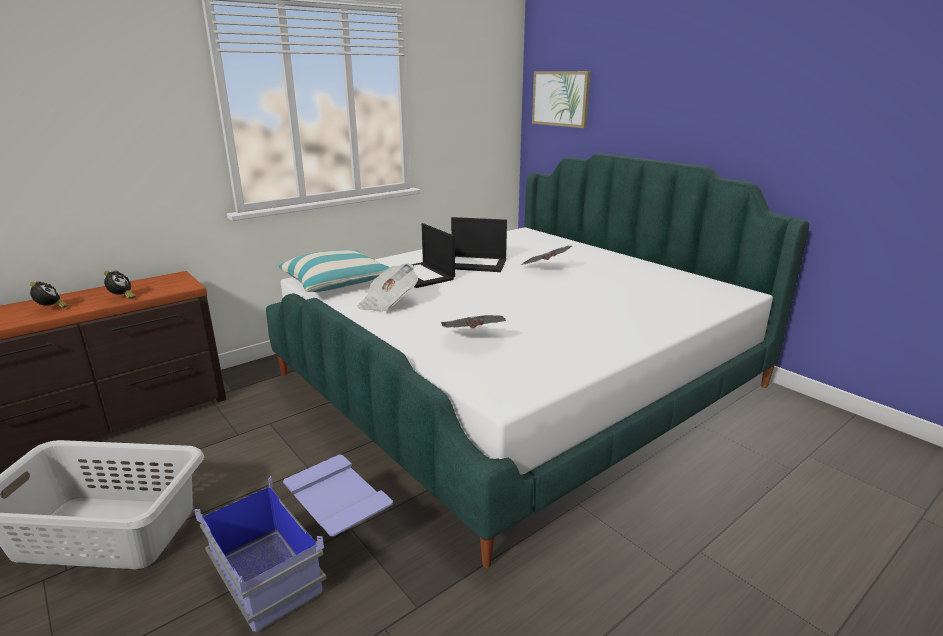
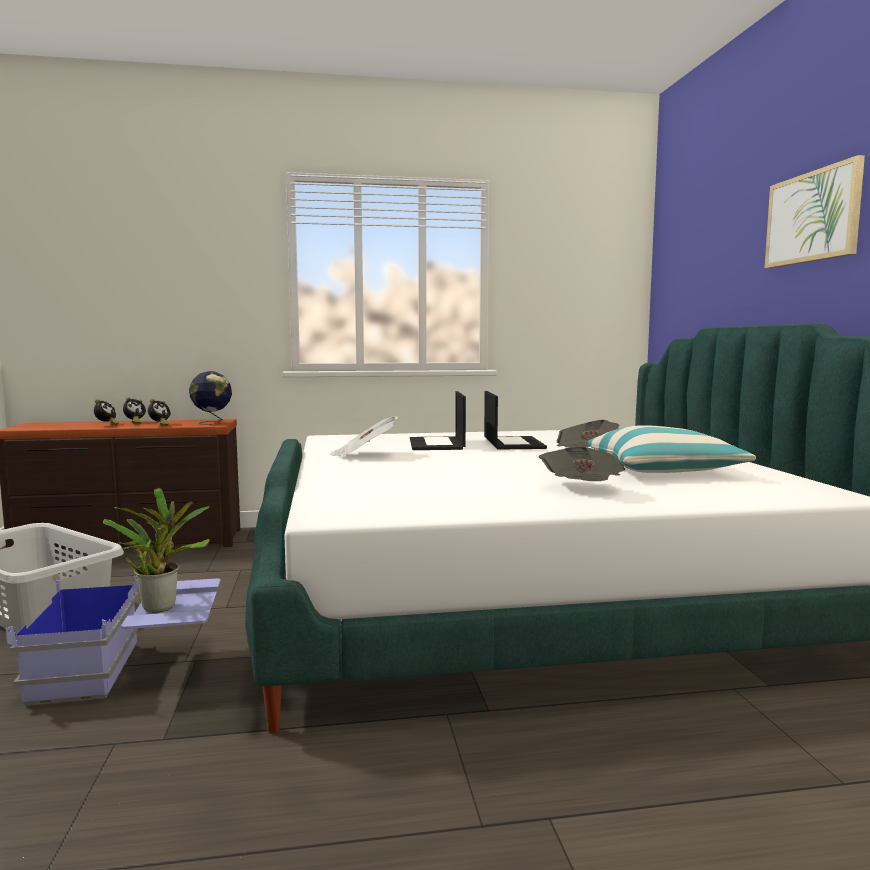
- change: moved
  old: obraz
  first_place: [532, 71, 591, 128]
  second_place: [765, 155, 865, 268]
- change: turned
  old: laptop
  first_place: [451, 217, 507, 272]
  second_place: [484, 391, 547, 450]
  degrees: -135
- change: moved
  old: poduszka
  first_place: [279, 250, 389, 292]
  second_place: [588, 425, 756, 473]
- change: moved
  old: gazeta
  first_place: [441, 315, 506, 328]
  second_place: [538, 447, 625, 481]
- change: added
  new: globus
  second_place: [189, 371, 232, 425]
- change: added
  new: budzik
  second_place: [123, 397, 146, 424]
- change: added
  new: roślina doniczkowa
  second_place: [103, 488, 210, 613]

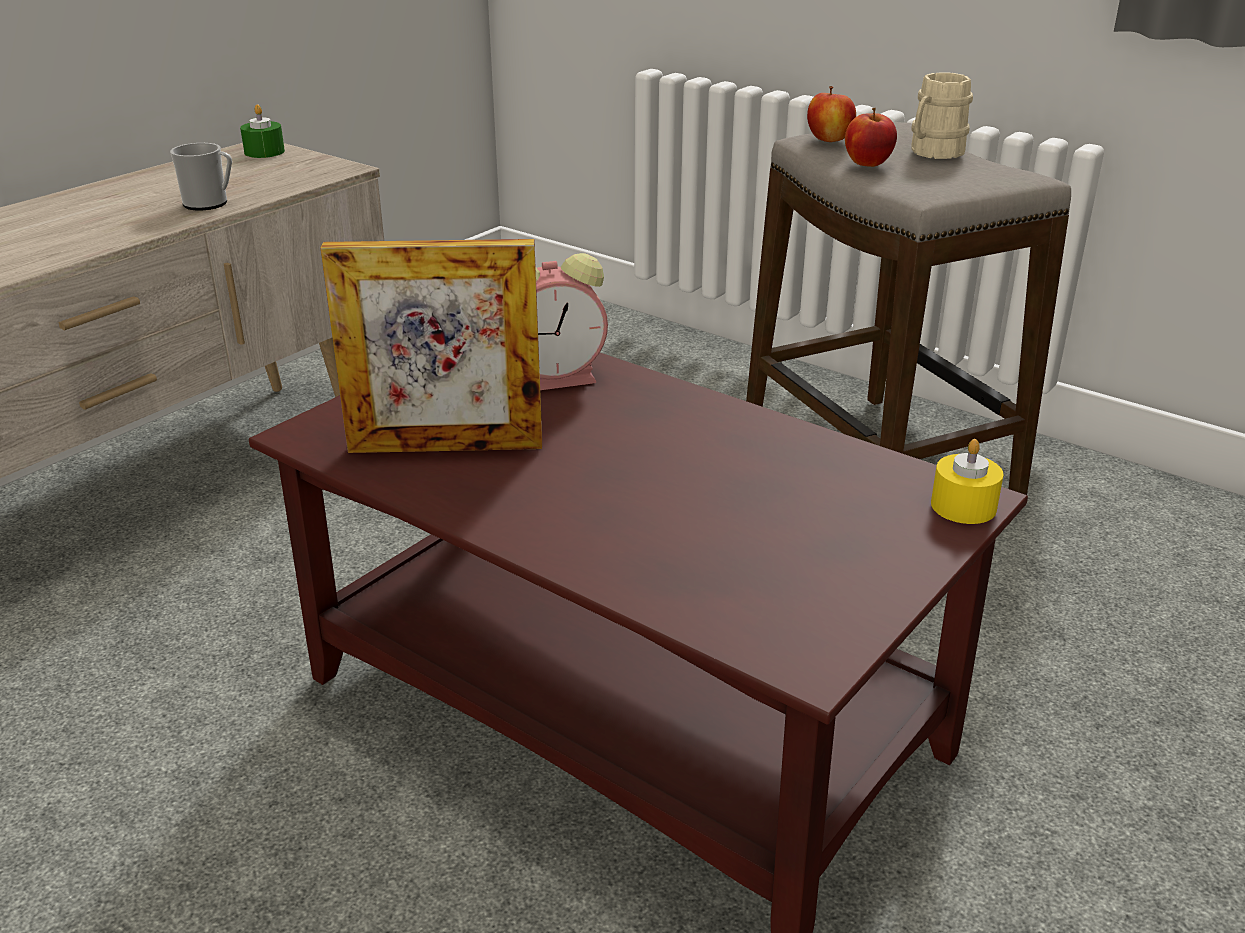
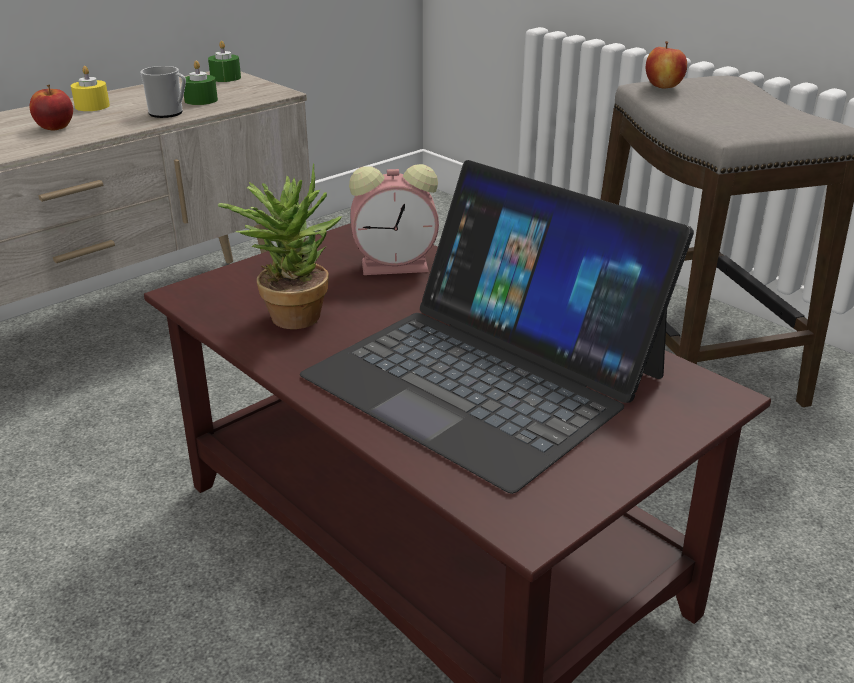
- change: removed
  old: kubek/beżowy
  first_place: [911, 72, 973, 159]
- change: moved
  old: jabłko
  first_place: [845, 108, 897, 167]
  second_place: [30, 84, 73, 131]
- change: replaced
  old: ramka na zdjęcie
  new: roślina doniczkowa
  first_place: [321, 239, 542, 453]
  second_place: [217, 164, 342, 329]
- change: moved
  old: świeca/żółty
  first_place: [931, 439, 1004, 524]
  second_place: [71, 66, 110, 111]
- change: added
  new: świeca/zielony
  second_place: [184, 61, 218, 105]
- change: added
  new: laptop
  second_place: [300, 160, 694, 494]

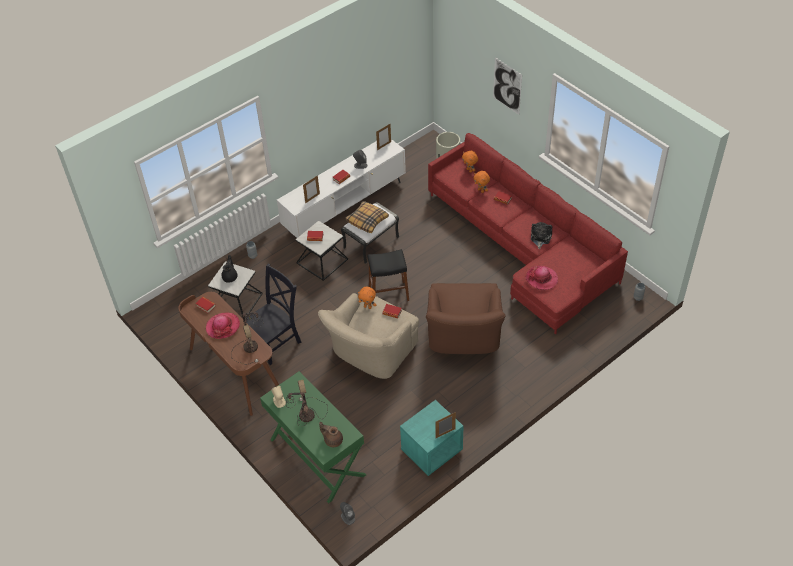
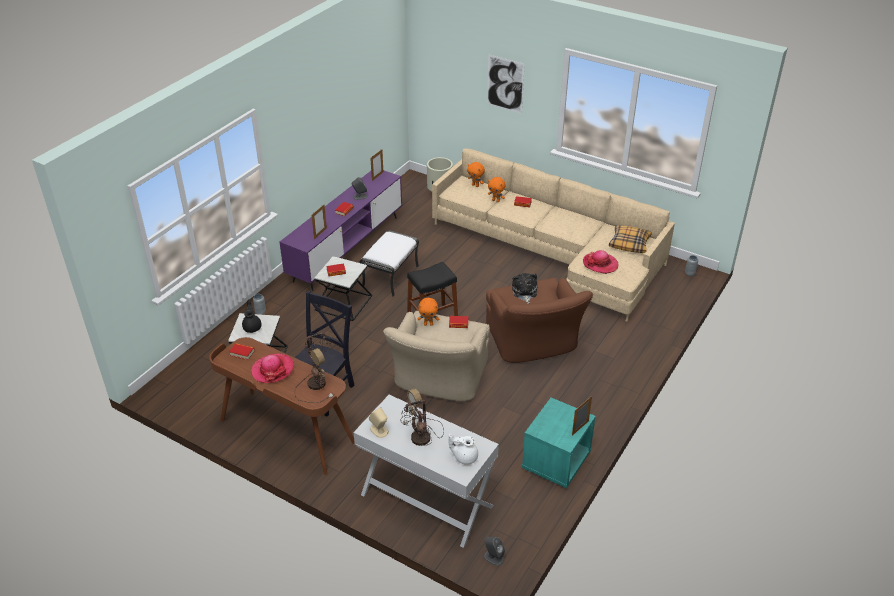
- change: recoloured
  old: kanapa/czerwony
  new: kanapa/beżowy
  first_place: [428, 133, 628, 334]
  second_place: [432, 148, 675, 322]
- change: recoloured
  old: szafka pod telewizor/biały
  new: szafka pod telewizor/fioletowy
  first_place: [277, 139, 406, 238]
  second_place: [279, 170, 402, 291]
- change: moved
  old: poduszka
  first_place: [346, 201, 389, 233]
  second_place: [609, 225, 652, 253]
- change: moved
  old: pluszak
  first_place: [531, 222, 552, 249]
  second_place: [512, 273, 537, 304]
- change: recoloured
  old: stolik konsolowy/zielony
  new: stolik konsolowy/biały
  first_place: [260, 371, 366, 503]
  second_place: [354, 395, 499, 548]
- change: recoloured
  old: imbryk/brązowy
  new: imbryk/biały
  first_place: [319, 422, 343, 447]
  second_place: [449, 434, 478, 465]

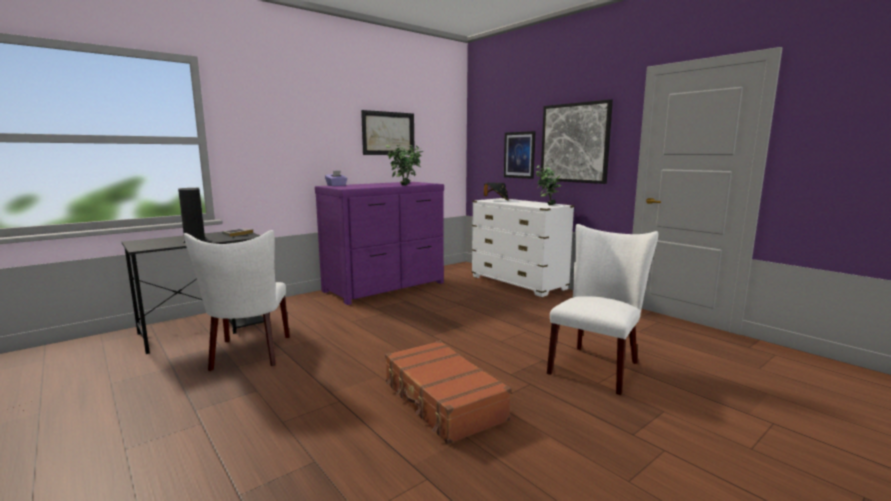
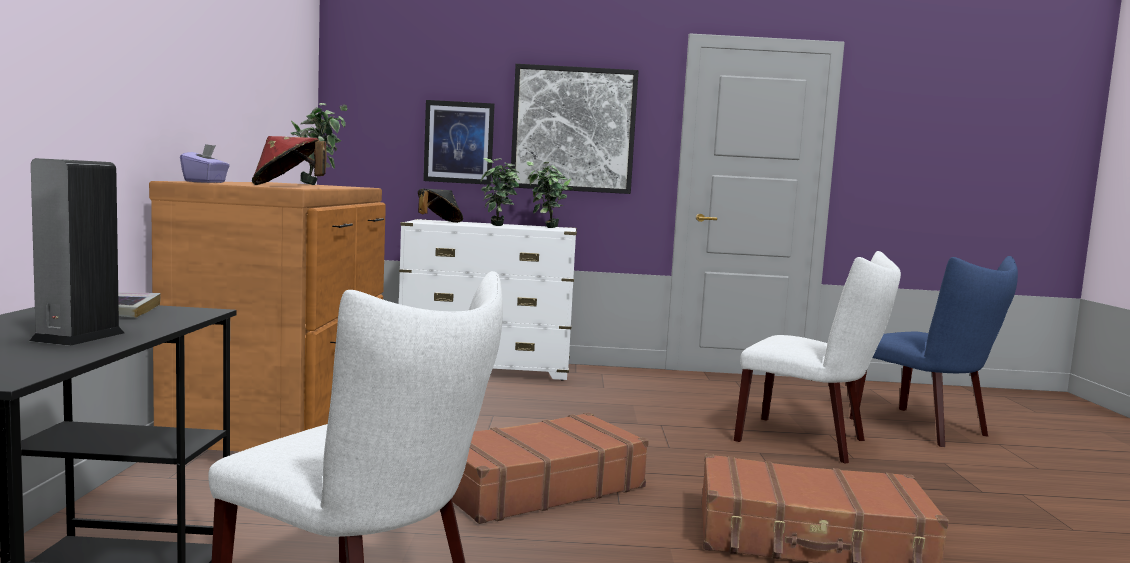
- change: removed
  old: obraz
  first_place: [361, 110, 415, 155]
- change: moved
  old: roślina doniczkowa
  first_place: [386, 145, 416, 186]
  second_place: [480, 158, 520, 226]
- change: recoloured
  old: komoda/fioletowy
  new: komoda/brązowy
  first_place: [315, 182, 444, 305]
  second_place: [149, 181, 386, 452]
- change: turned
  old: krzesło/biały
  first_place: [547, 224, 658, 395]
  second_place: [734, 251, 901, 464]
  degrees: 135
- change: added
  new: kapelusz/czerwony
  second_place: [252, 136, 326, 185]
- change: added
  new: krzesło/niebieski
  second_place: [849, 256, 1018, 447]
- change: added
  new: walizka/brązowy
  second_place: [452, 413, 649, 524]

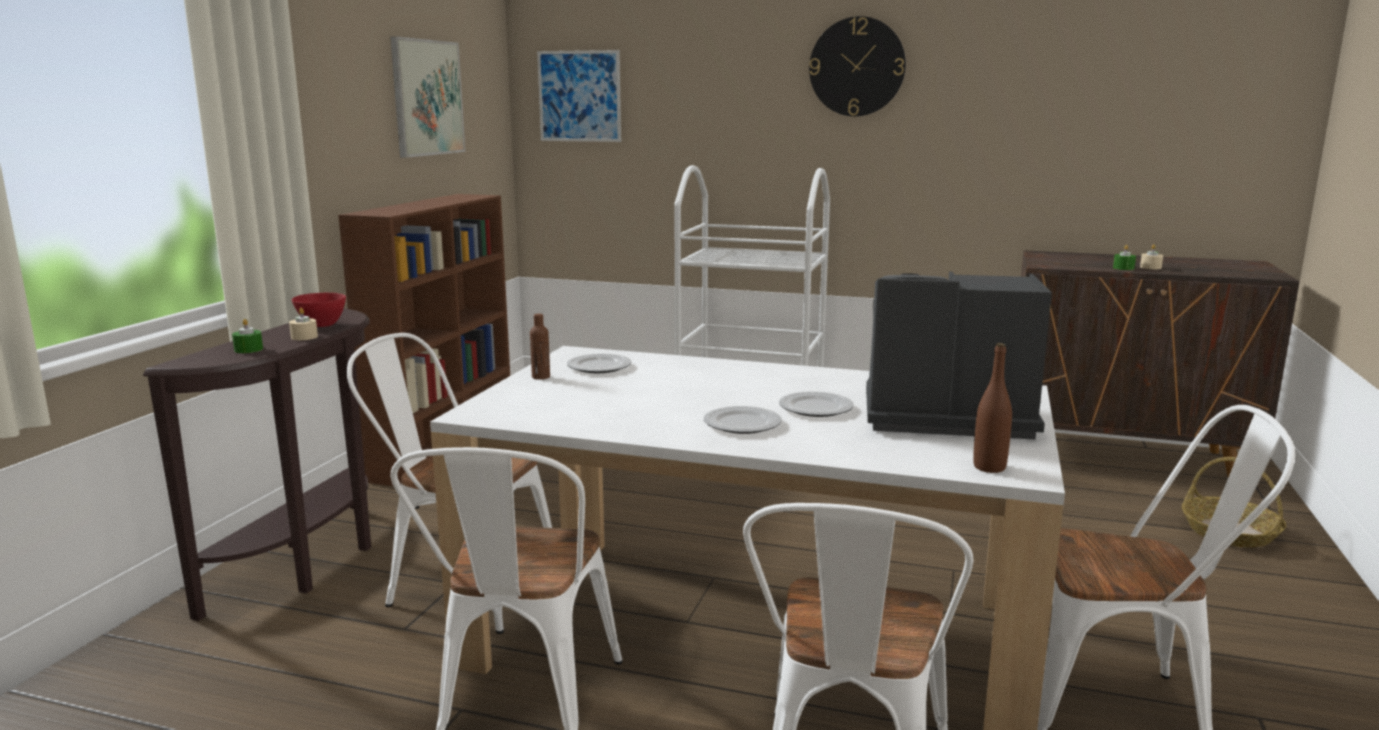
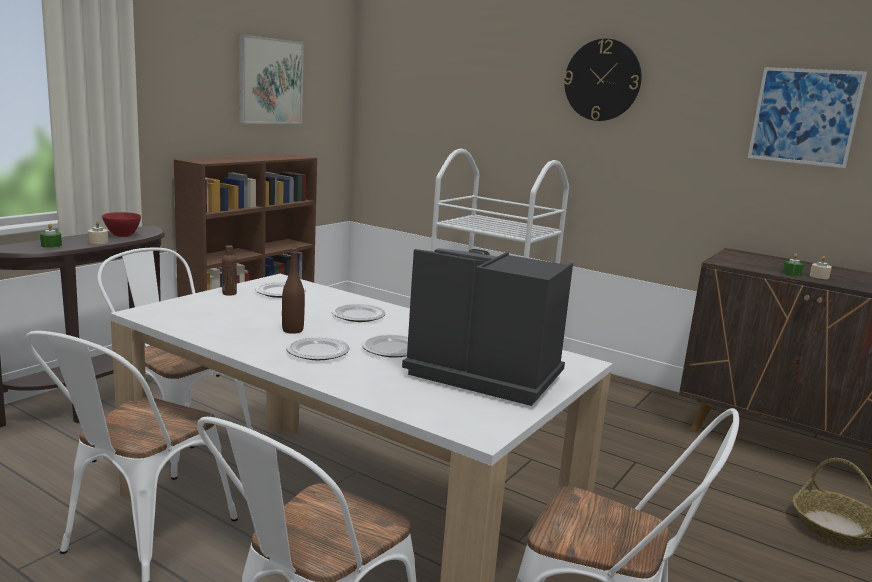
- change: moved
  old: obraz
  first_place: [537, 50, 621, 142]
  second_place: [748, 67, 867, 168]
- change: moved
  old: butelka/brązowy
  first_place: [973, 343, 1012, 473]
  second_place: [282, 248, 305, 334]
- change: added
  new: talerz
  second_place: [332, 304, 386, 322]

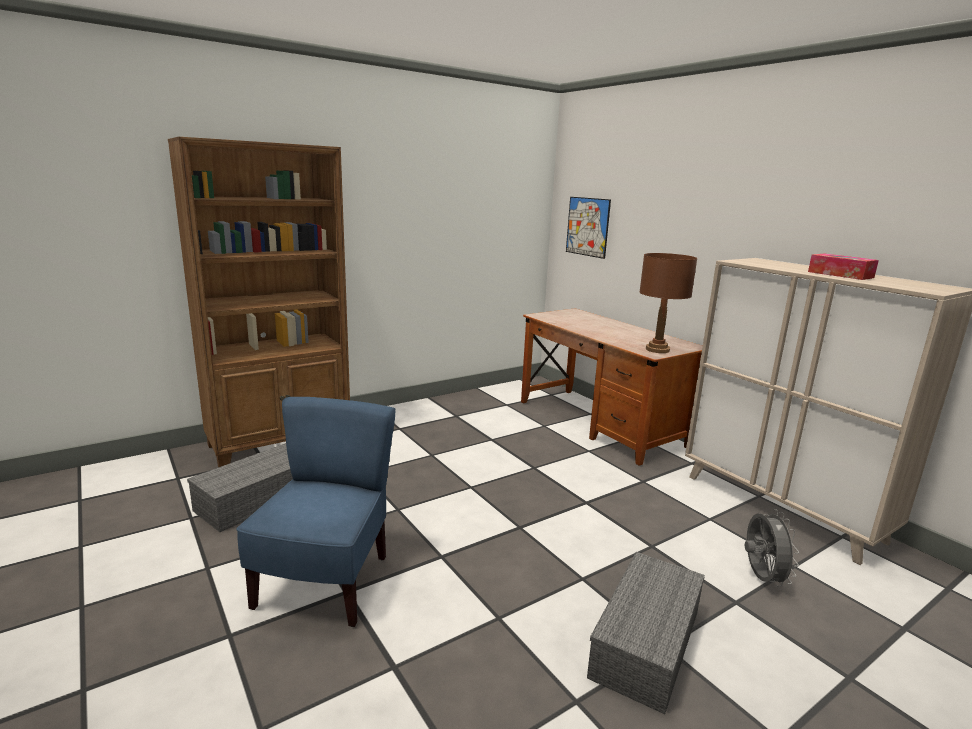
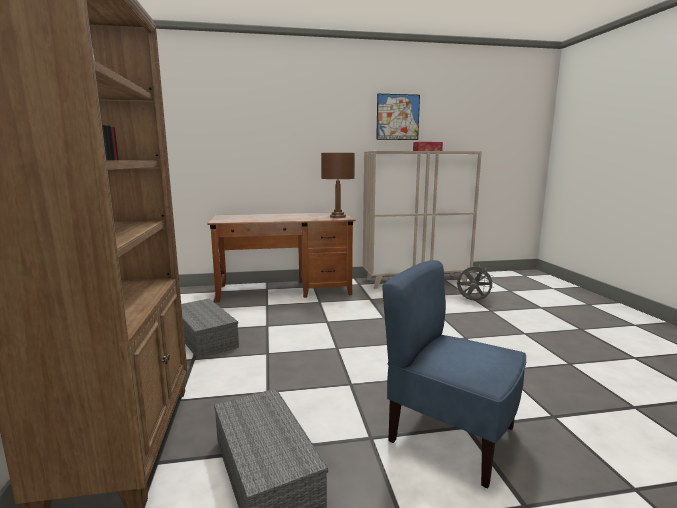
- change: moved
  old: obraz
  first_place: [566, 197, 611, 259]
  second_place: [376, 94, 420, 140]
- change: moved
  old: pojemnik do przechowywania/szary
  first_place: [587, 552, 705, 714]
  second_place: [181, 299, 239, 359]

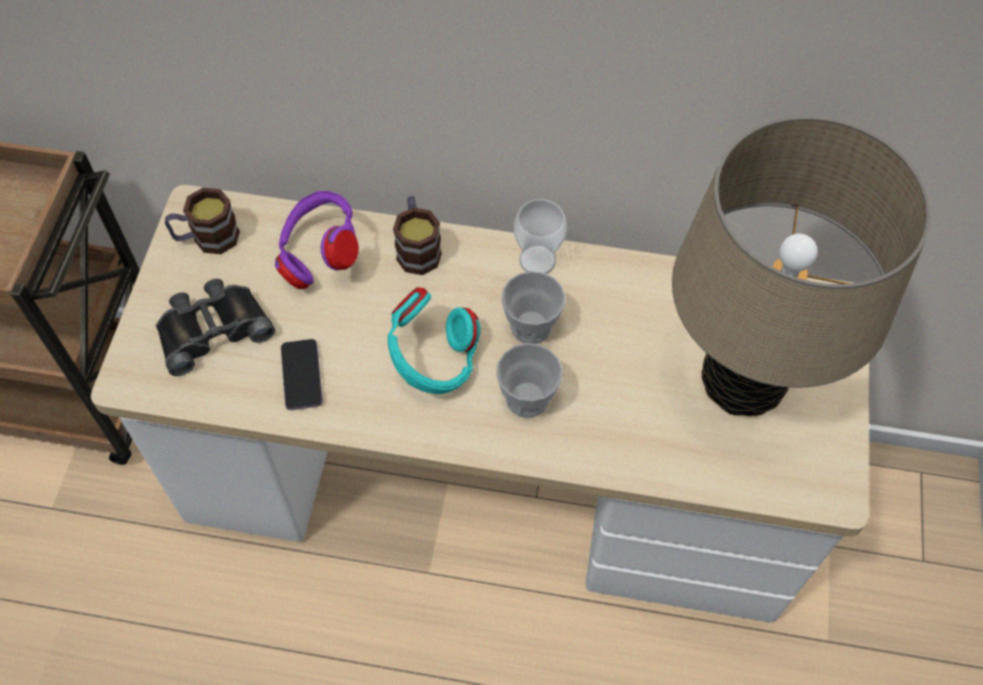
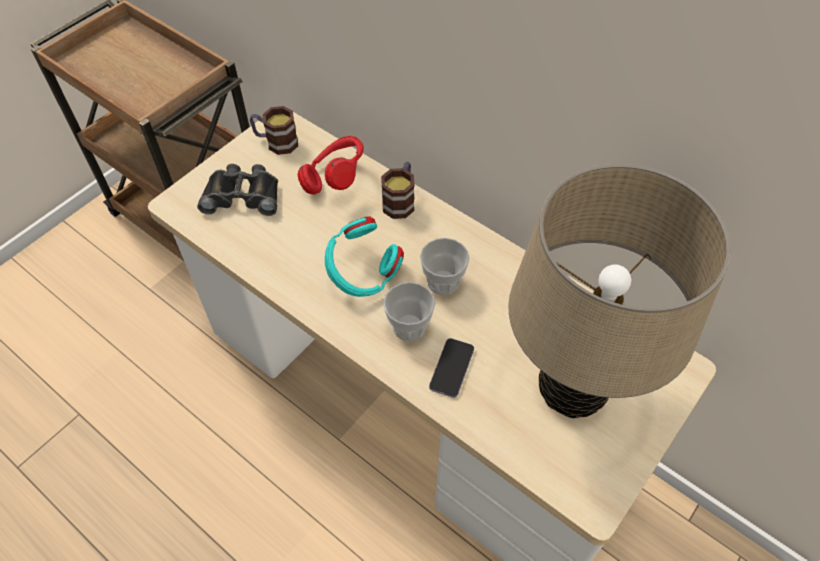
- change: recoloured
  old: słuchawki/fioletowy
  new: słuchawki/czerwony
  first_place: [275, 191, 359, 289]
  second_place: [298, 136, 364, 195]
- change: removed
  old: filiżanka
  first_place: [514, 199, 567, 274]
- change: moved
  old: telefon
  first_place: [281, 339, 323, 410]
  second_place: [429, 338, 474, 398]

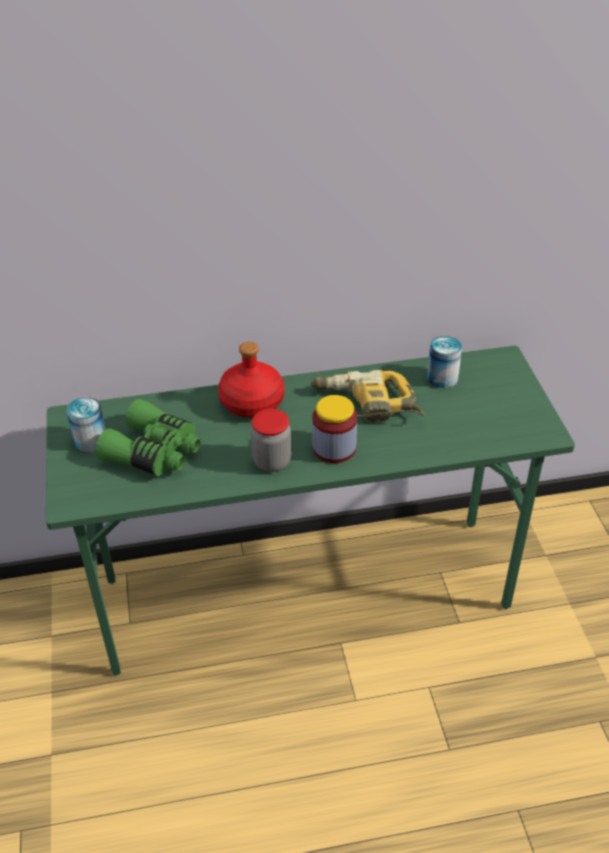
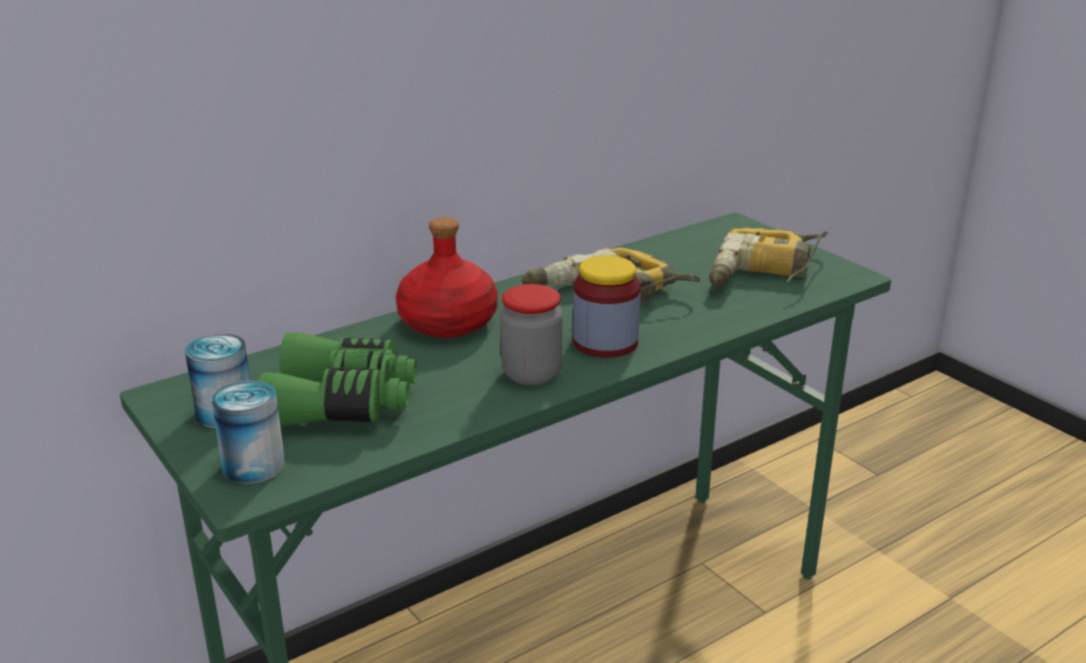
- change: moved
  old: puszka
  first_place: [427, 336, 462, 388]
  second_place: [211, 380, 285, 484]
- change: added
  new: wiertarka
  second_place: [709, 228, 828, 287]

